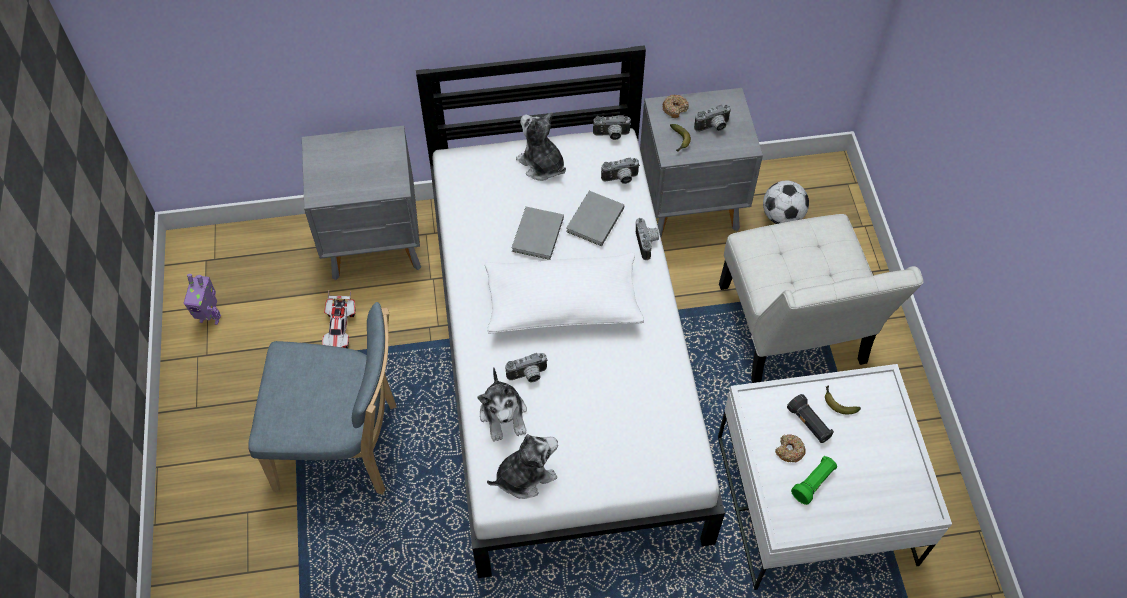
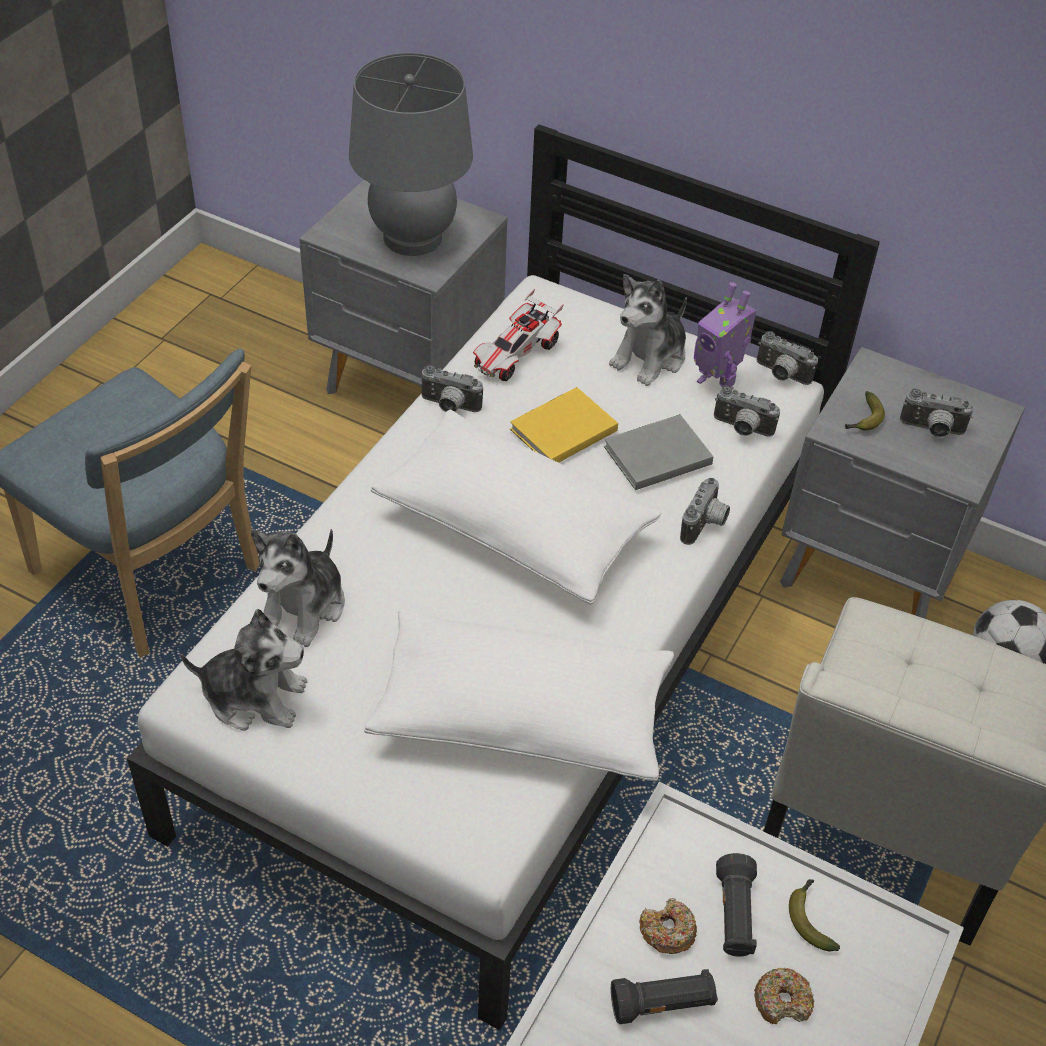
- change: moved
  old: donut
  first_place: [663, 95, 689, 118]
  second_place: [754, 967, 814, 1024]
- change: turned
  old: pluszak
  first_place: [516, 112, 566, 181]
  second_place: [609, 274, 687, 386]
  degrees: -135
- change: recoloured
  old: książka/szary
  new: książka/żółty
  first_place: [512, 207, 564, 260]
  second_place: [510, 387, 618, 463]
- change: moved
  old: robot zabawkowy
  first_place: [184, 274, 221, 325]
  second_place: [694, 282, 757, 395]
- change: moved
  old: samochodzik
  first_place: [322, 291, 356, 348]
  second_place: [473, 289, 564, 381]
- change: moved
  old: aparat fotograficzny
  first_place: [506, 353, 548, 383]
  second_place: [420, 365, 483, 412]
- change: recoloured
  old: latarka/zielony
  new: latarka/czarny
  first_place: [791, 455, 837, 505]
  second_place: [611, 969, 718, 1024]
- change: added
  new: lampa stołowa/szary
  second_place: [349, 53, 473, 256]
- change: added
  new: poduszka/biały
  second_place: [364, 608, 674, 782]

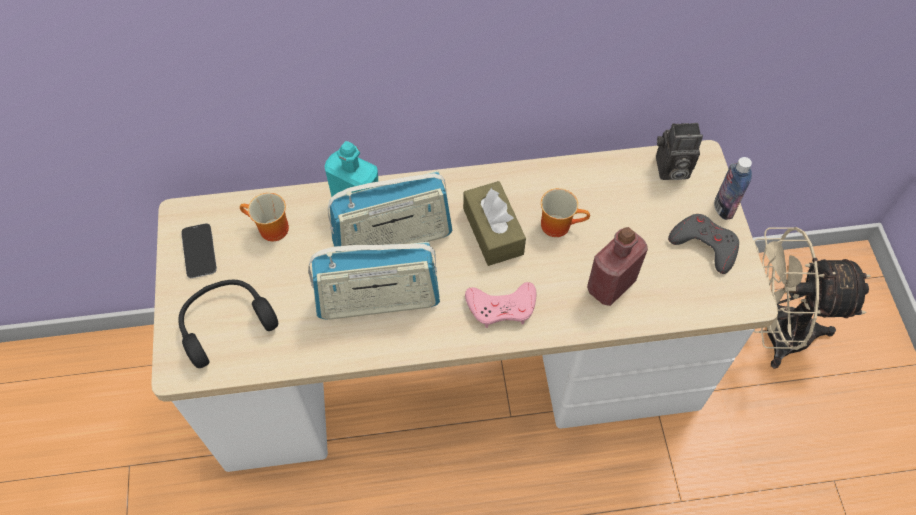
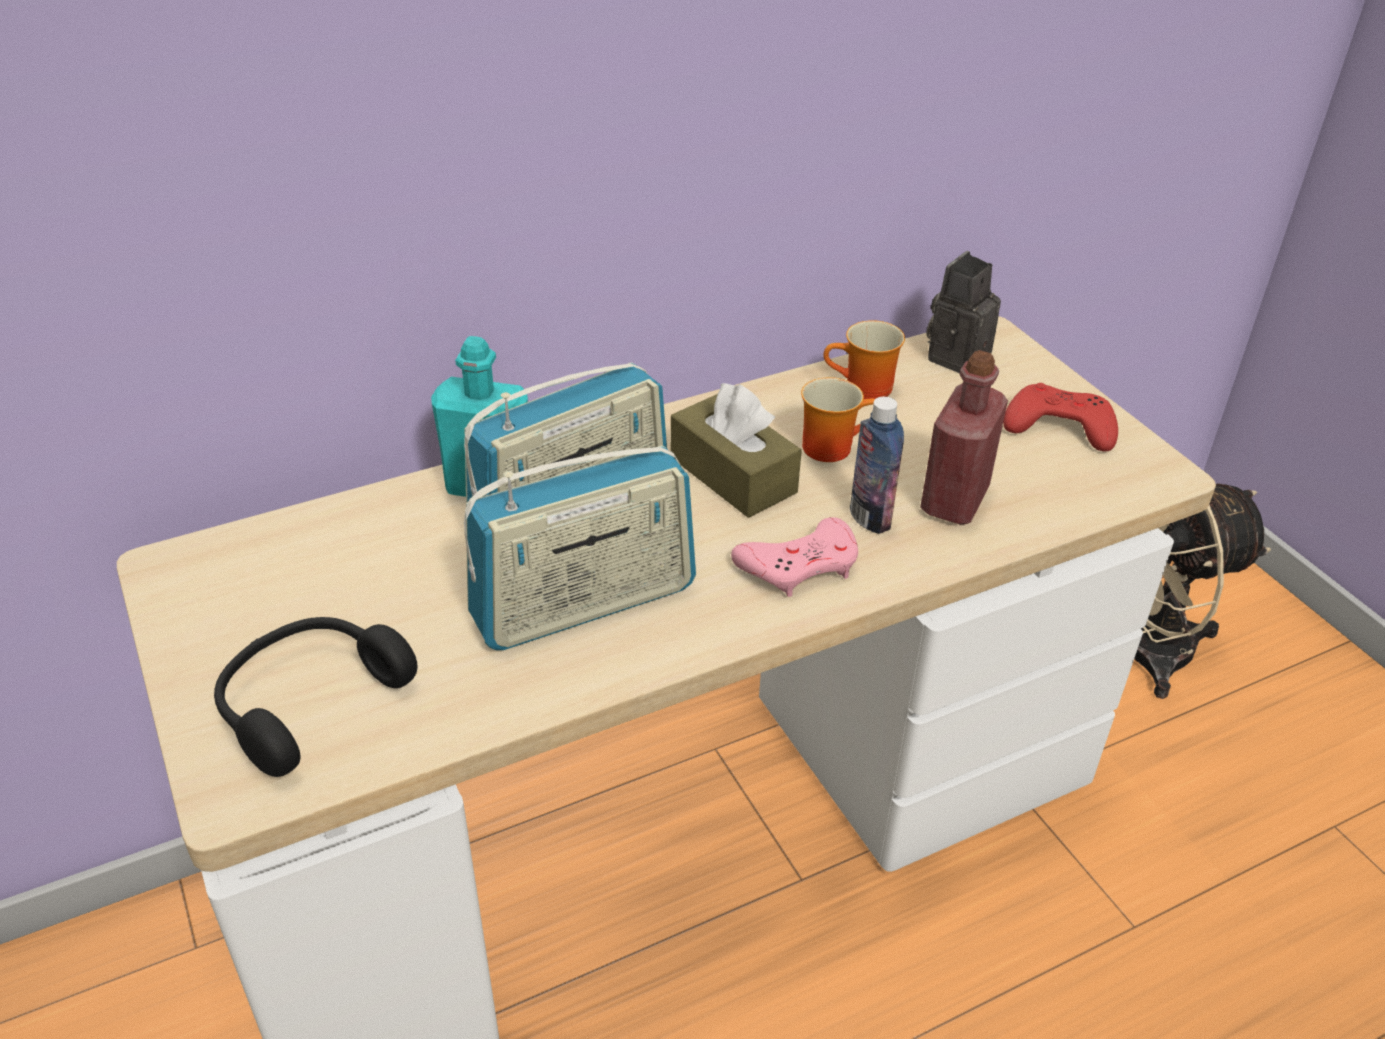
- change: turned
  old: aparat fotograficzny
  first_place: [656, 123, 703, 180]
  second_place: [926, 251, 1001, 373]
  degrees: 150
- change: moved
  old: butelka
  first_place: [714, 157, 752, 220]
  second_place: [850, 397, 904, 534]
- change: moved
  old: kubek
  first_place: [240, 193, 289, 241]
  second_place: [823, 320, 905, 399]
- change: recoloured
  old: pad do gier/szary
  new: pad do gier/czerwony
  first_place: [668, 214, 739, 274]
  second_place: [1003, 383, 1118, 451]
- change: removed
  old: telefon
  first_place: [181, 223, 217, 278]

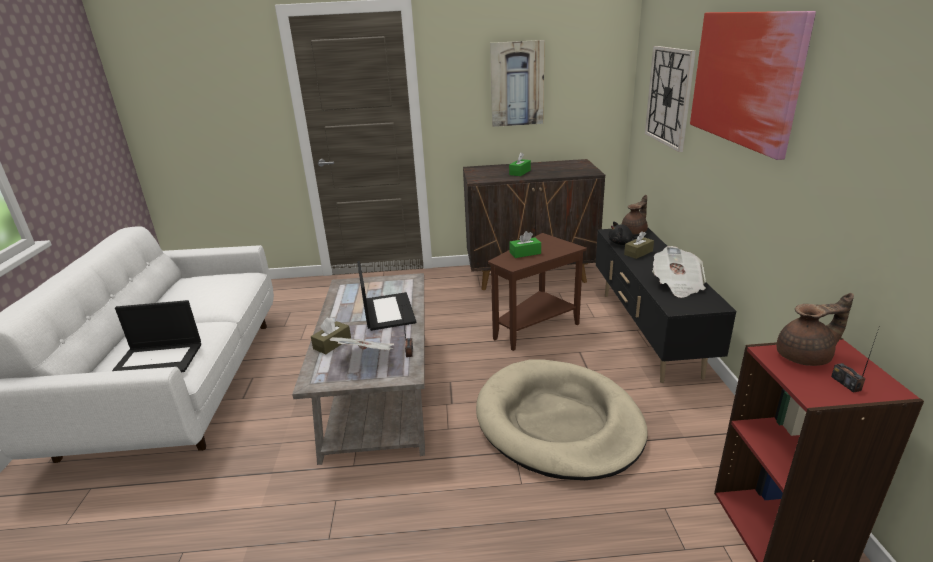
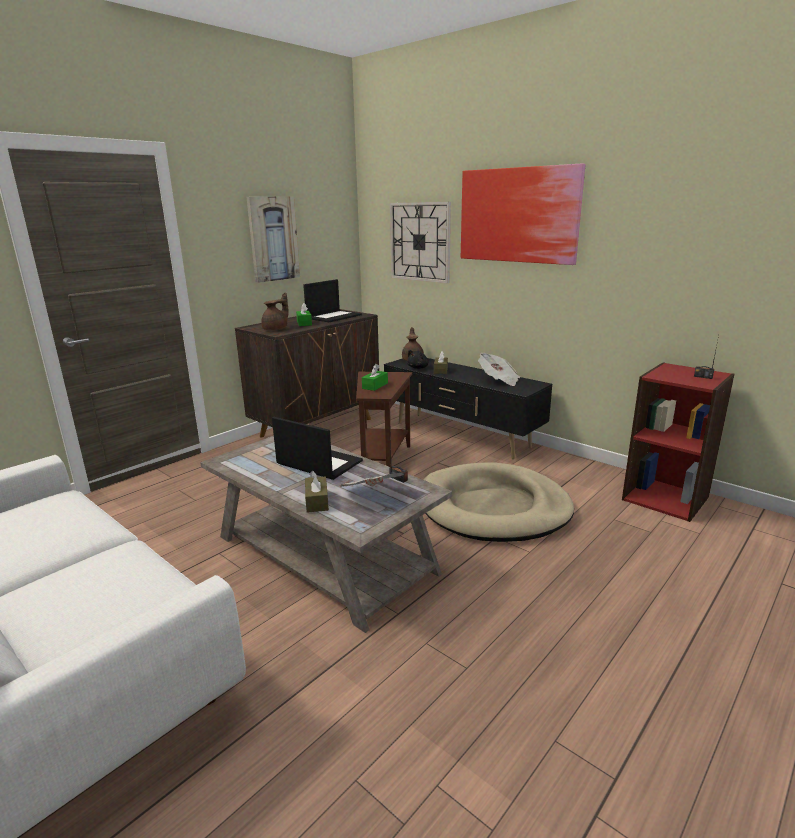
- change: moved
  old: imbryk/brązowy
  first_place: [777, 293, 854, 366]
  second_place: [261, 293, 289, 330]
- change: moved
  old: laptop
  first_place: [112, 300, 201, 372]
  second_place: [303, 279, 362, 322]

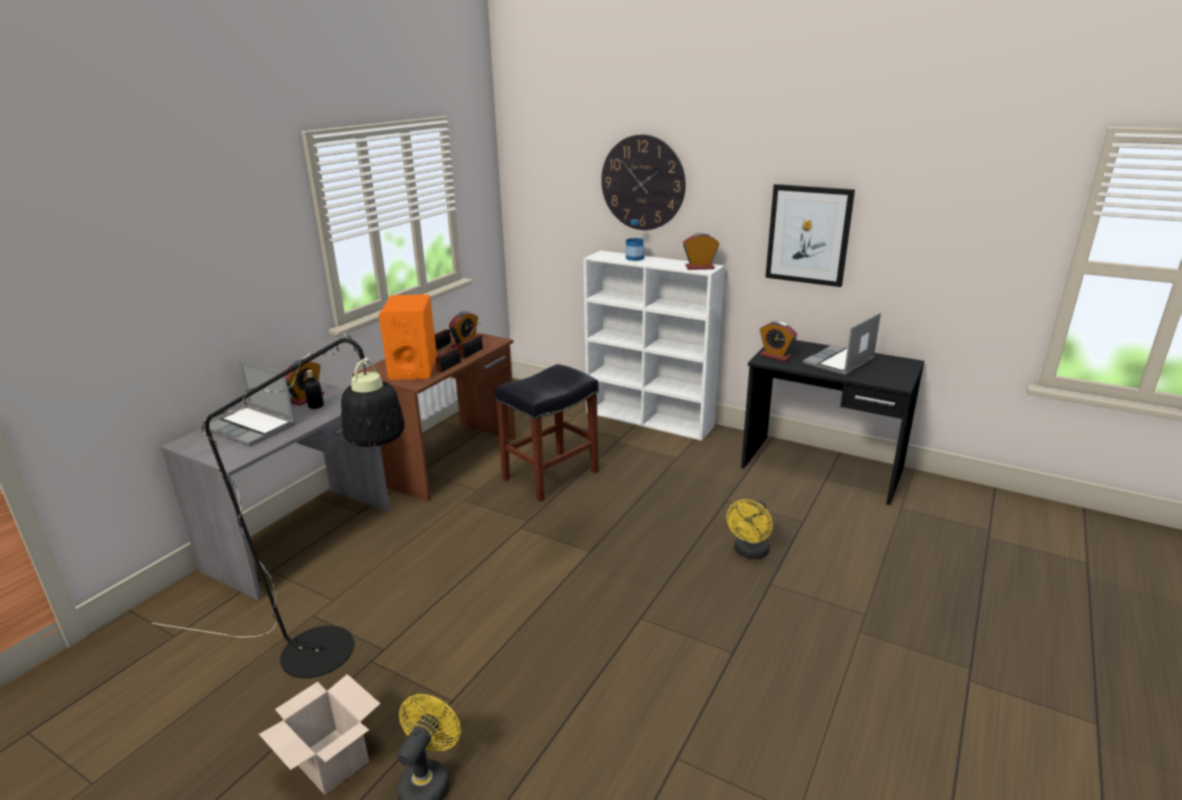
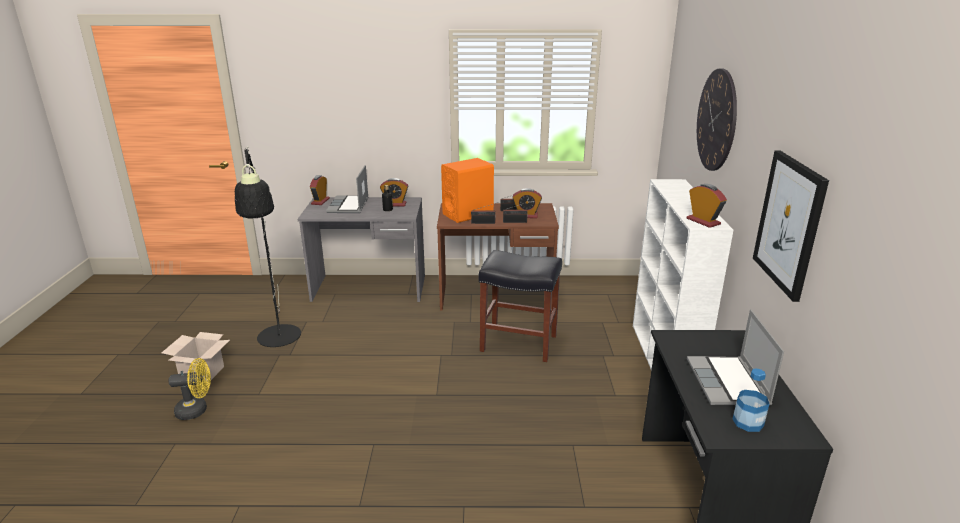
- change: moved
  old: butelka
  first_place: [626, 219, 644, 261]
  second_place: [733, 368, 769, 432]
- change: turned
  old: laptop
  first_place: [803, 313, 881, 376]
  second_place: [687, 309, 784, 405]
  degrees: -105
- change: moved
  old: budzik
  first_place: [760, 321, 797, 362]
  second_place: [310, 175, 330, 205]
- change: removed
  old: wentylator/żółty
  first_place: [727, 499, 773, 559]

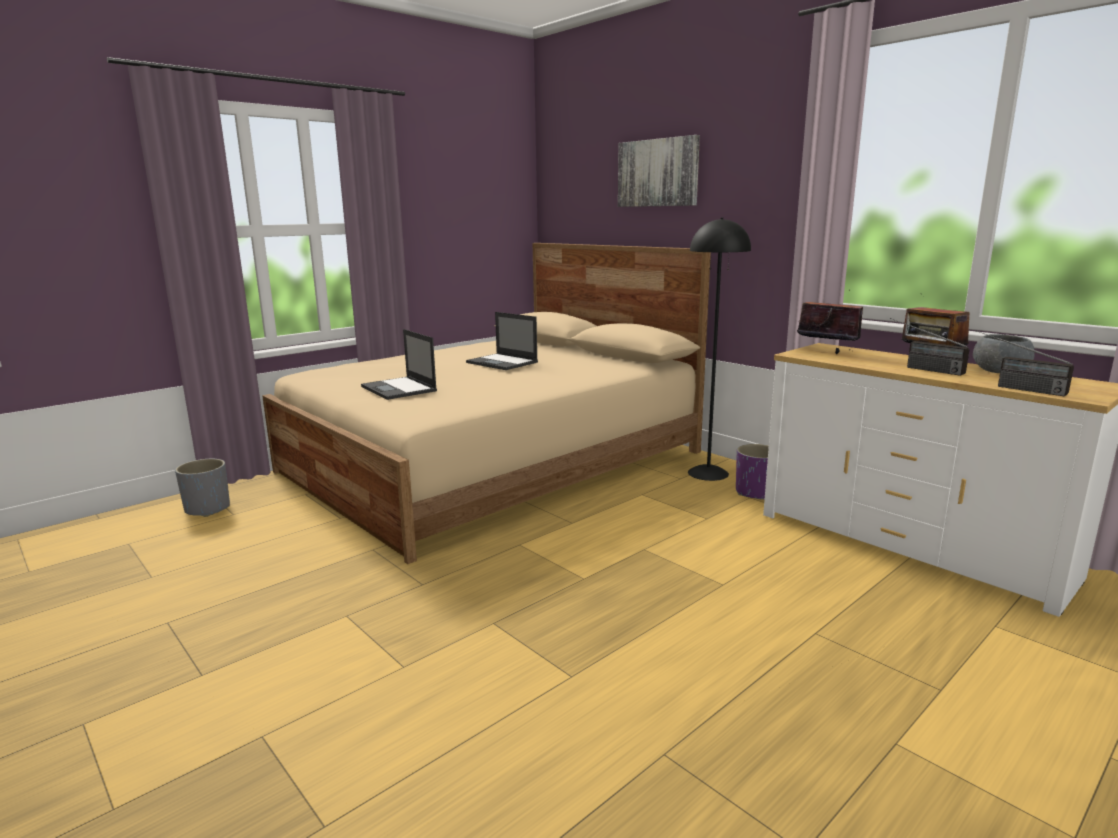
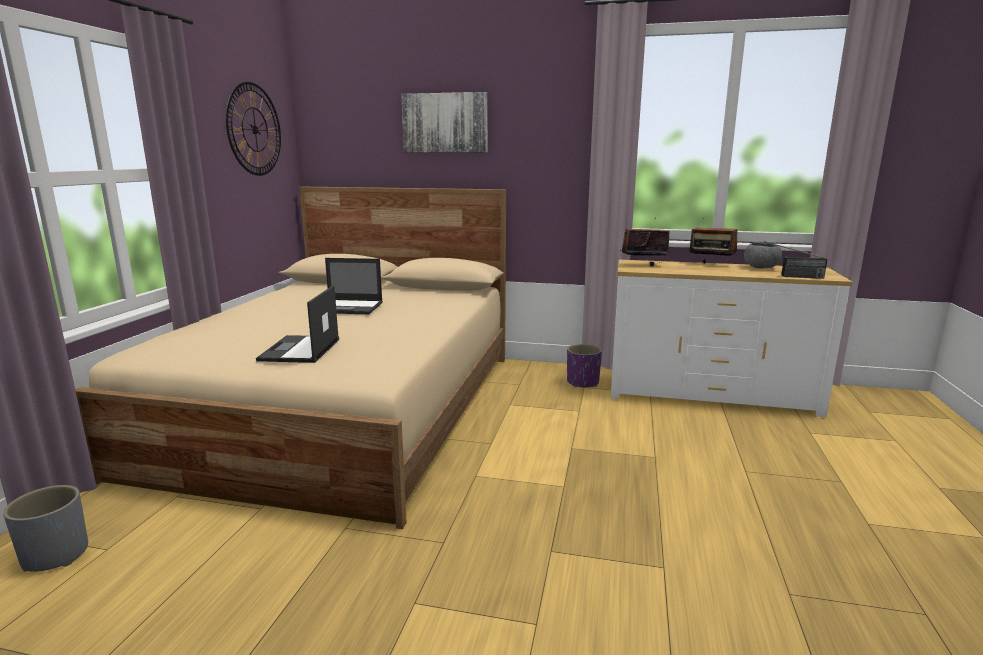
- change: removed
  old: lampa stojąca/czarny
  first_place: [688, 218, 751, 481]
- change: removed
  old: radio
  first_place: [890, 318, 969, 376]
- change: turned
  old: laptop
  first_place: [361, 329, 437, 400]
  second_place: [256, 285, 339, 363]
  degrees: 75
- change: added
  new: zegar ścienny
  second_place: [226, 82, 281, 176]

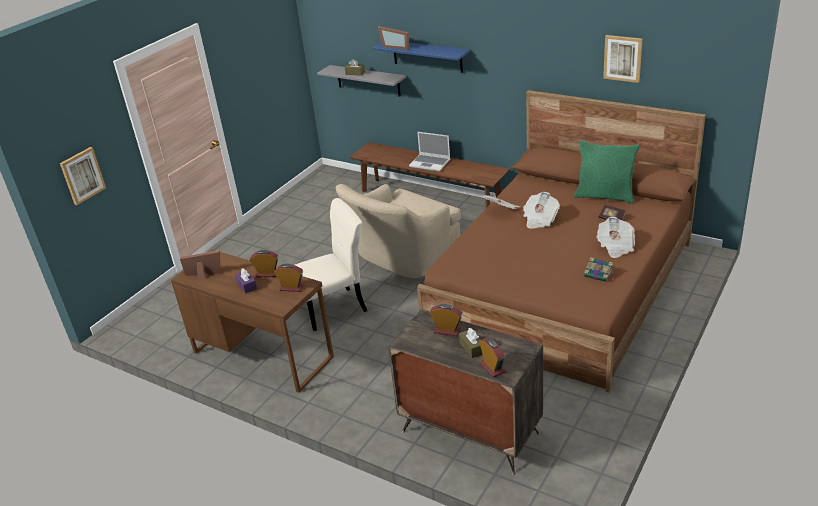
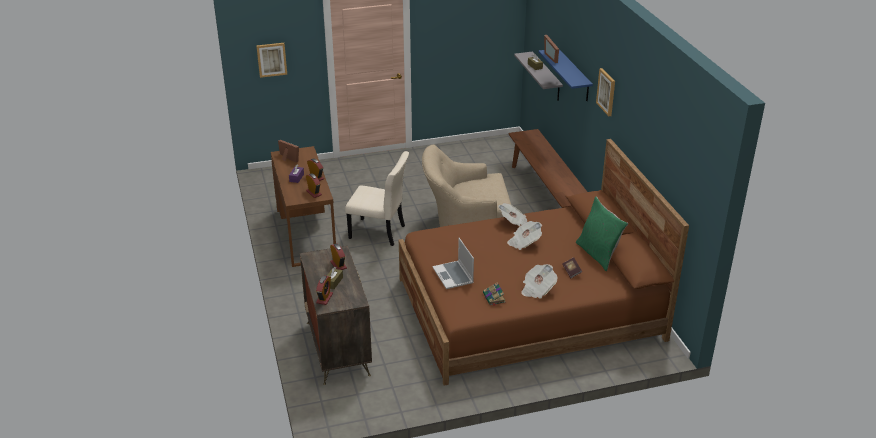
- change: moved
  old: obraz
  first_place: [603, 35, 643, 83]
  second_place: [596, 68, 615, 116]
- change: moved
  old: laptop
  first_place: [409, 132, 450, 171]
  second_place: [433, 238, 474, 289]

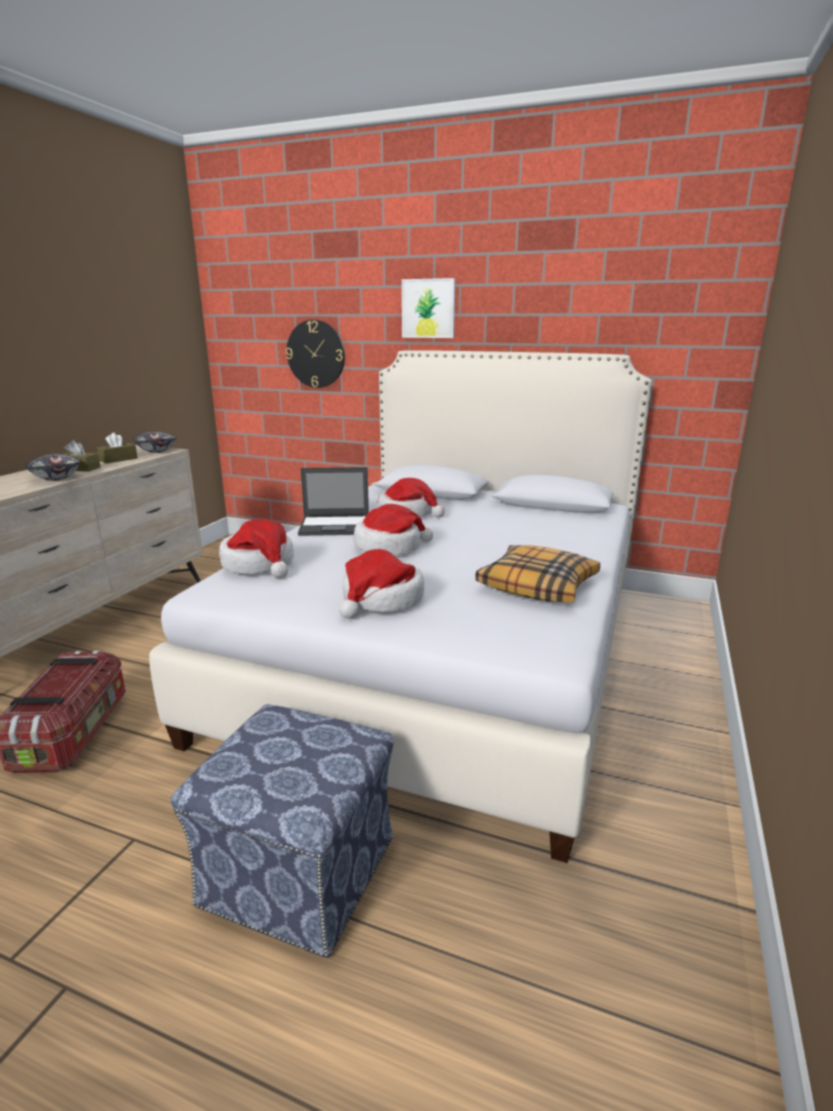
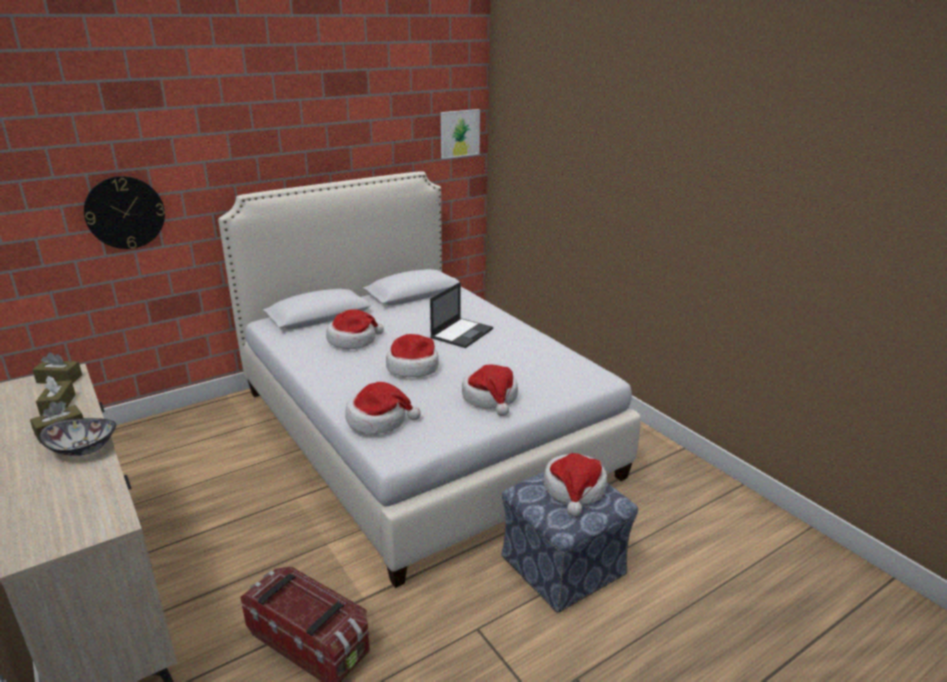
- change: moved
  old: obraz
  first_place: [402, 278, 455, 338]
  second_place: [441, 109, 480, 159]
- change: replaced
  old: miska
  new: pudełko chusteczek/brązowy
  first_place: [133, 432, 177, 453]
  second_place: [32, 352, 82, 384]
- change: moved
  old: laptop
  first_place: [298, 467, 369, 536]
  second_place: [430, 282, 493, 348]
- change: removed
  old: poduszka
  first_place: [475, 545, 600, 603]
- change: added
  new: kapelusz
  second_place: [544, 453, 607, 516]

